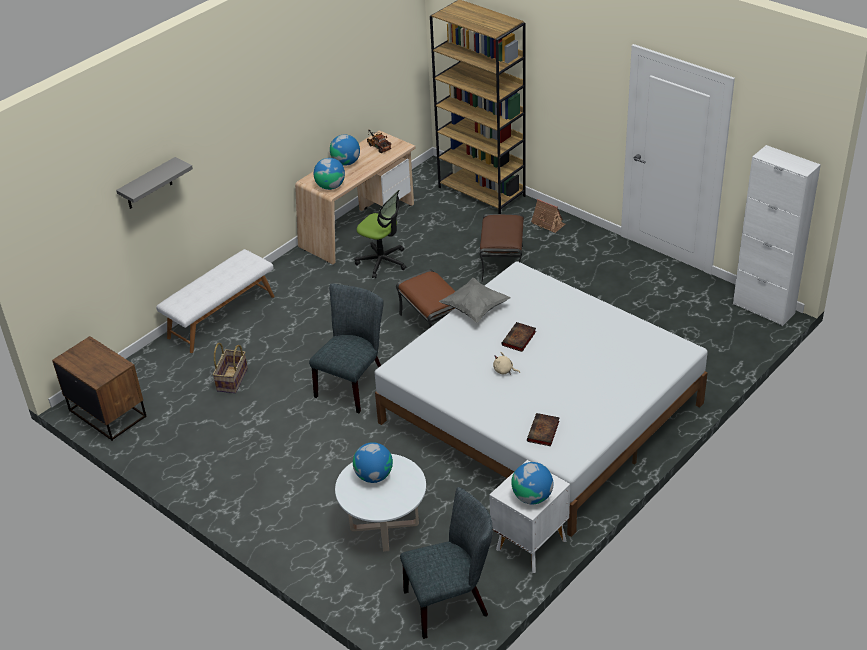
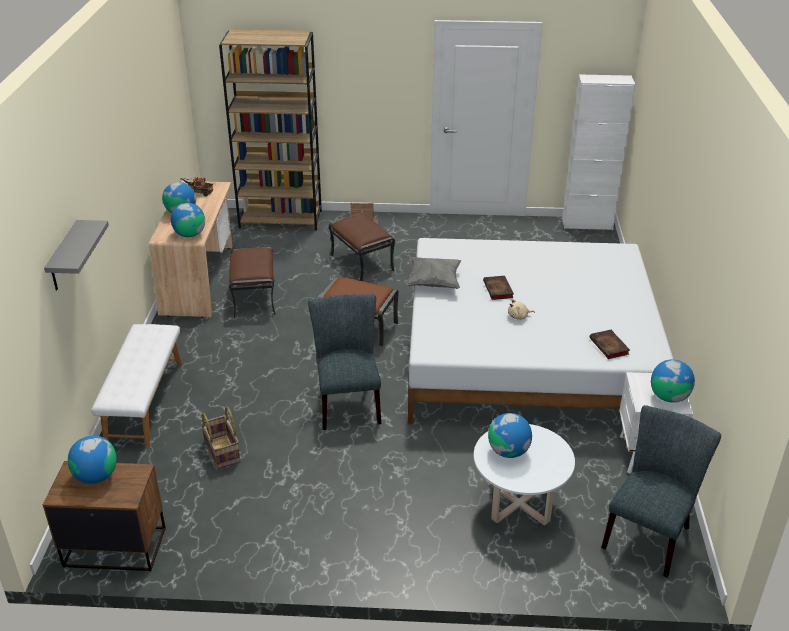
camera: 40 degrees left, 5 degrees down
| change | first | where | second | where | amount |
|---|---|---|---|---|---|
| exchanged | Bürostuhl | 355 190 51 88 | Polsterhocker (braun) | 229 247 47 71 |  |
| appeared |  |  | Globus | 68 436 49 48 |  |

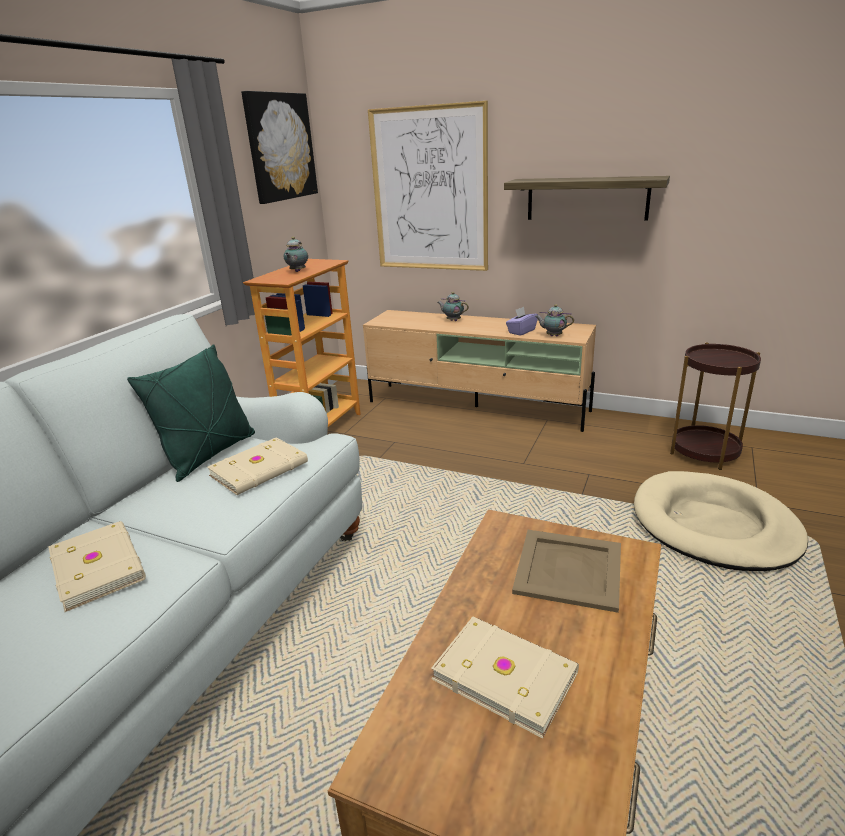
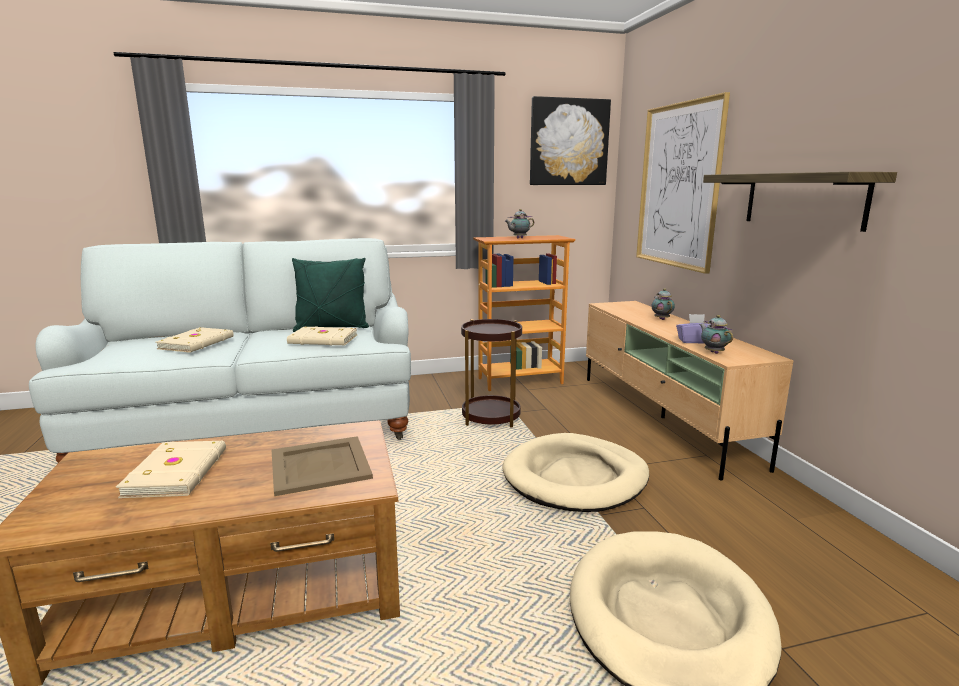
camera: 50 degrees right, 10 degrees down
| change | first | where | second | where | amount |
|---|---|---|---|---|---|
| relocated | Beistelltisch (braun) | 670 342 91 128 |  | 461 319 61 109 |  |
| appeared |  |  | Hundebett (beige) | 503 433 146 79 |  |

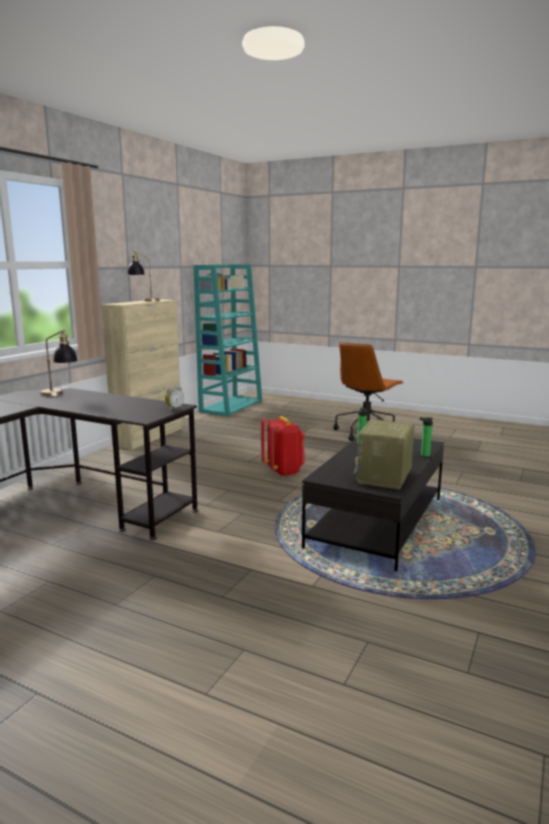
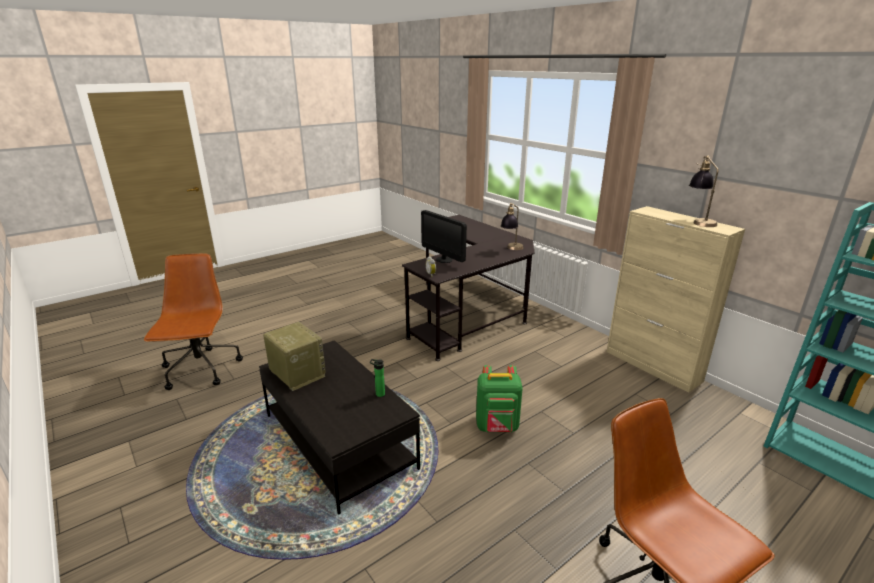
camera: 115 degrees right, 10 degrees up
| change | first | where | second | where | amount |
|---|---|---|---|---|---|
| colour | Rucksack (rot) | 261 416 44 61 | Rucksack (grün) | 476 365 47 67 |  |
| missing | Flasche | 420 417 13 40 |  |  |  |
| appeared |  |  | Monitor | 421 210 46 53 |  |
| appeared |  |  | Bürostuhl (braun) | 144 253 99 137 |  |

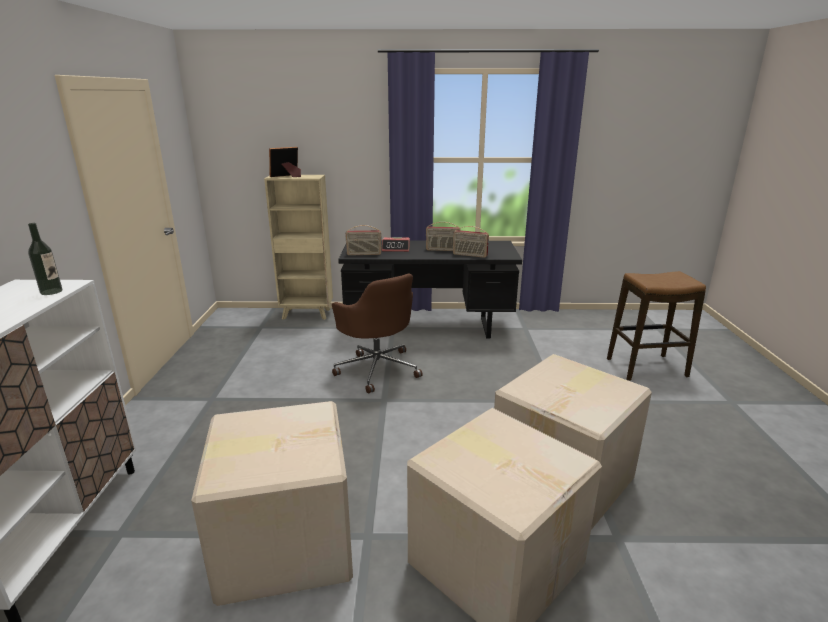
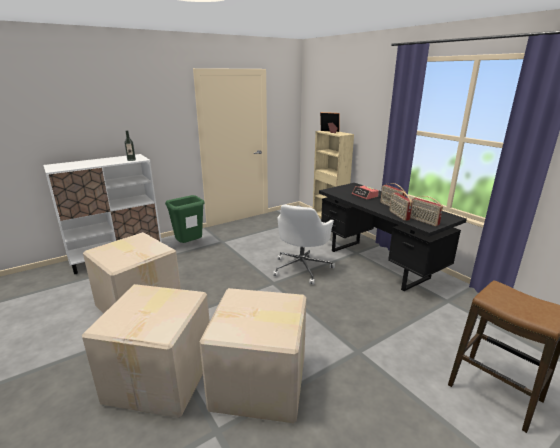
camera: 55 degrees right, 0 degrees up
| change | first | where | second | where | amount |
|---|---|---|---|---|---|
| relocated | Radio | 346 225 36 30 |  | 410 196 33 30 |  |
| colour | Bürostuhl (braun) | 332 274 91 119 | Bürostuhl (weiß) | 273 204 62 81 |  |
| appeared |  |  | Mülleimer (grün) | 165 195 40 48 |  |

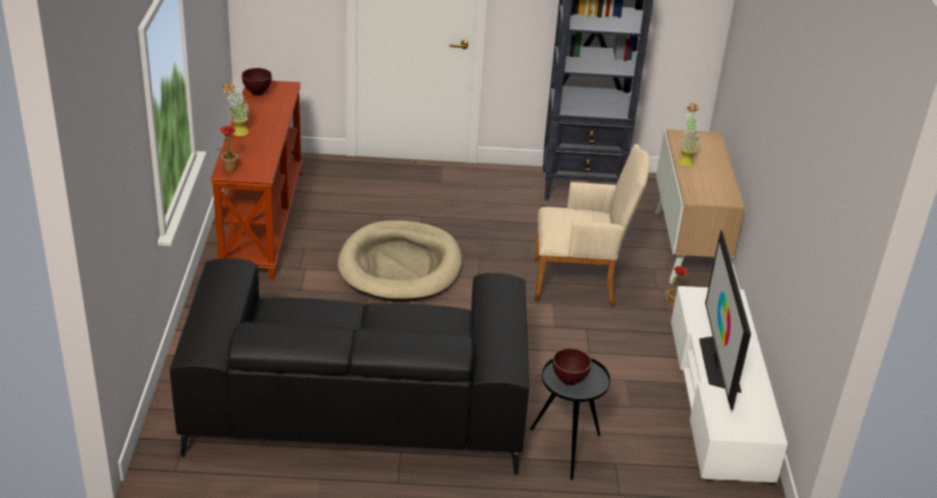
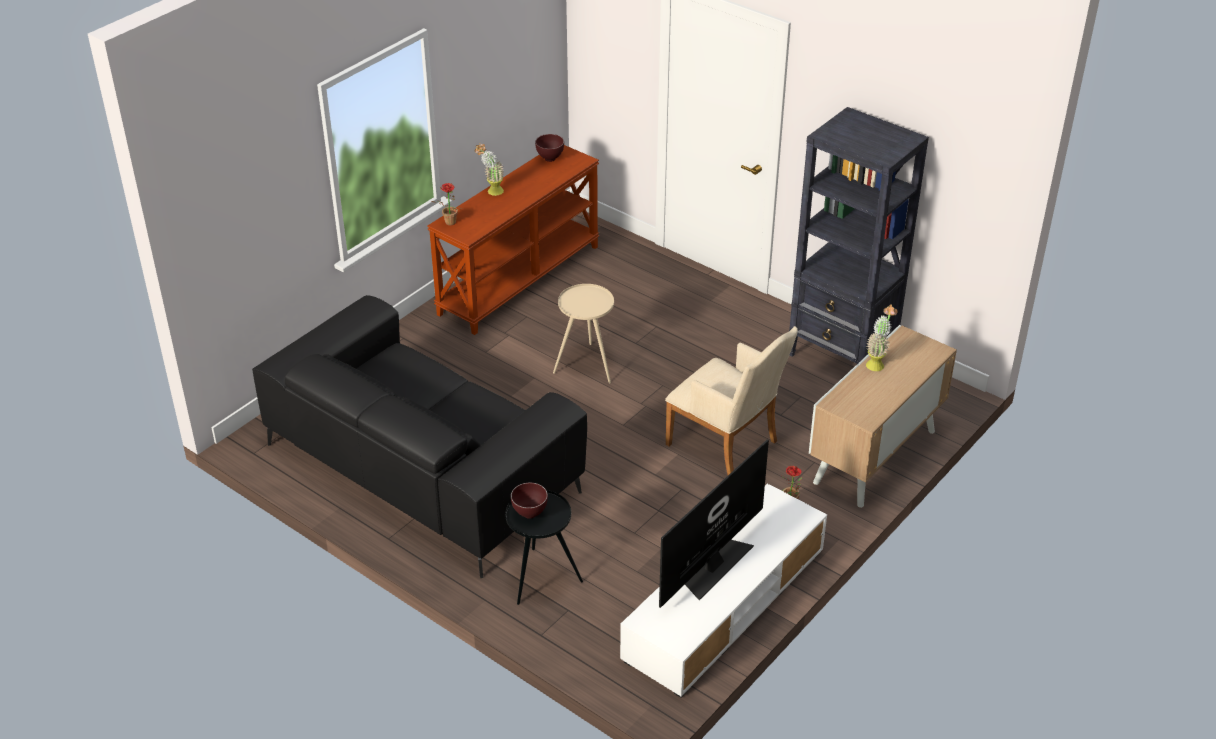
camera: 40 degrees right, 5 degrees up
| change | first | where | second | where | amount |
|---|---|---|---|---|---|
| exchanged | Hundebett (beige) | 338 220 124 82 | Beistelltisch (beige) | 553 284 61 100 |  |

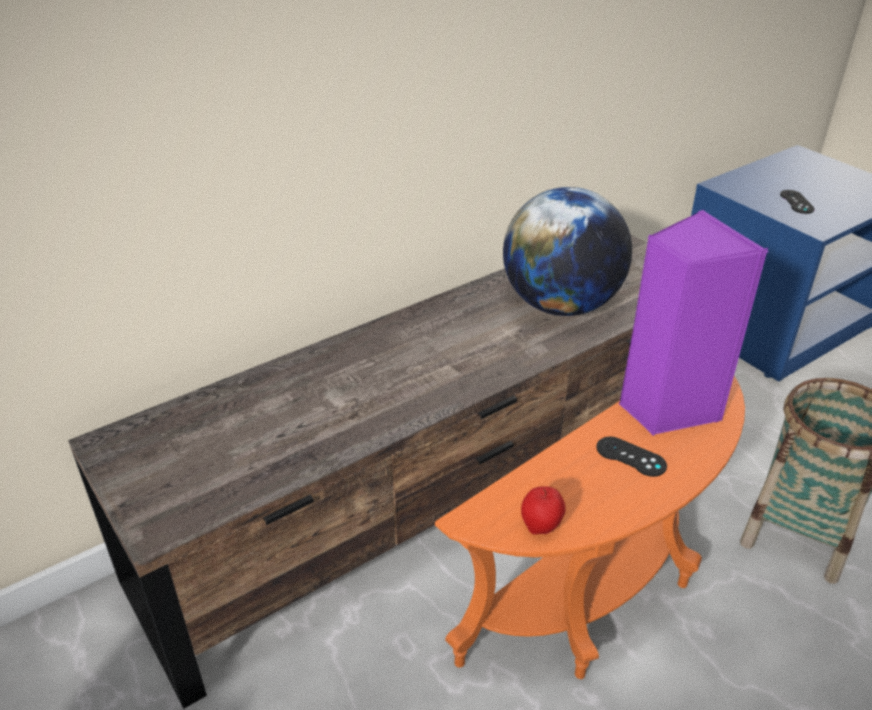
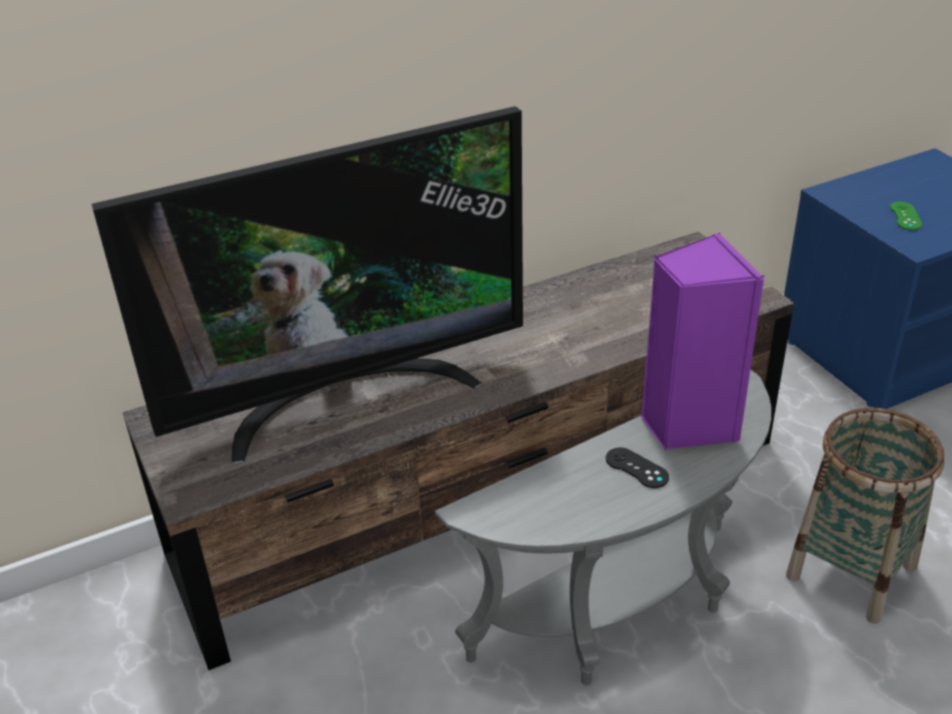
camera: 10 degrees right, 0 degrees up
| change | first | where | second | where | amount |
|---|---|---|---|---|---|
| missing | Globus | 503 187 129 129 |  |  |  |
| colour | Gamepad (schwarz) | 780 190 35 24 | Gamepad (grün) | 890 202 32 28 |  |
| colour | Beistelltisch (orange) | 435 376 310 303 | Beistelltisch (grau) | 435 369 337 317 |  |
| missing | Apfel | 521 486 45 49 |  |  |  |
| appeared |  |  | Fernseher | 92 106 431 357 |  |

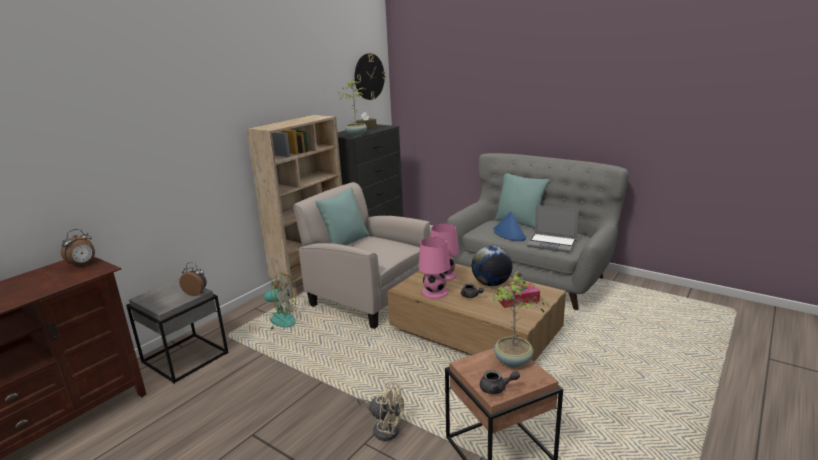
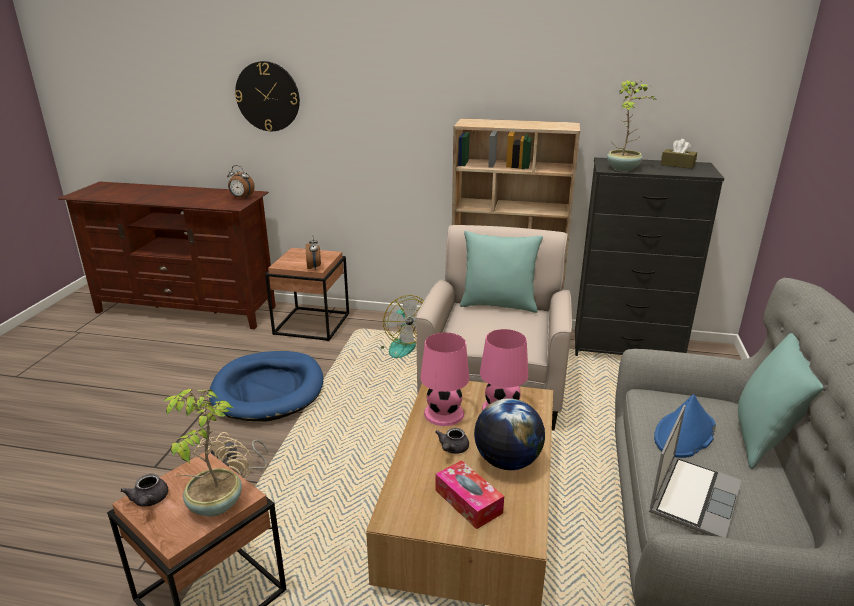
camera: 65 degrees right, 5 degrees up
| change | first | where | second | where | amount |
|---|---|---|---|---|---|
| relocated | Wanduhr | 355 53 31 47 |  | 235 61 65 70 |  |
| spun | Laptop | 527 205 52 48 |  | 649 405 92 133 | 150 degrees counterclockwise |
| colour | Beistelltisch (grau) | 126 279 102 105 | Beistelltisch (braun) | 265 248 84 93 |  |
| appeared |  |  | Hundebett (blau) | 209 351 114 70 |  |

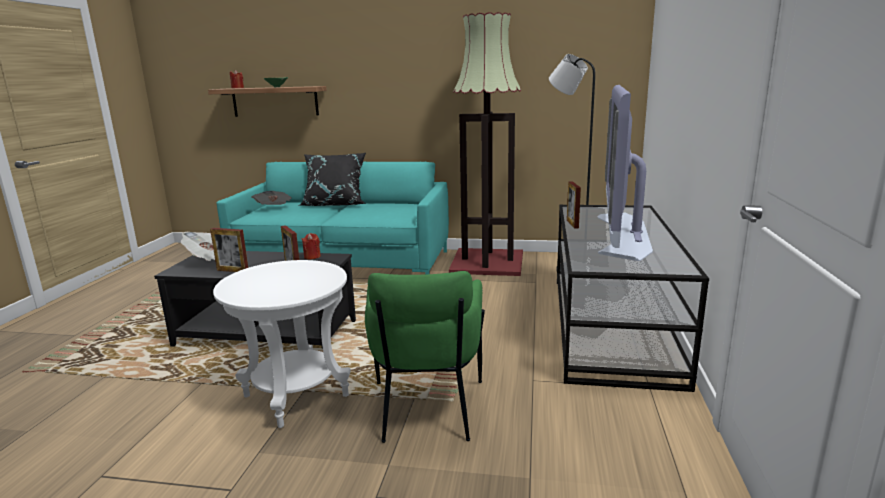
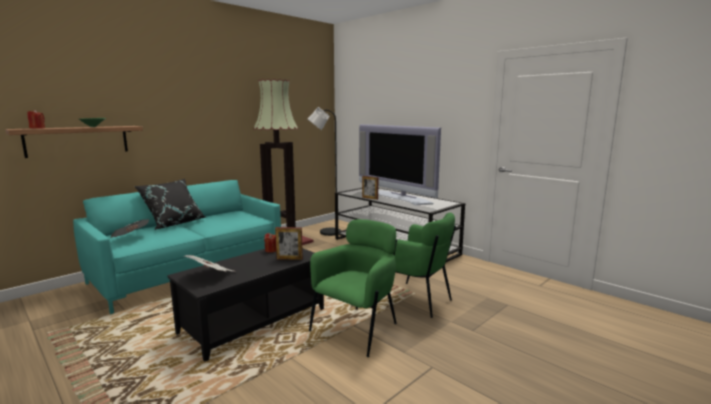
camera: 55 degrees left, 5 degrees down
| change | first | where | second | where | amount |
|---|---|---|---|---|---|
| missing | Bilderrahmen | 210 228 38 44 |  |  |  |
| exchanged | Beistelltisch (weiß) | 213 260 138 168 | Sessel (grün) | 309 219 88 138 |  |

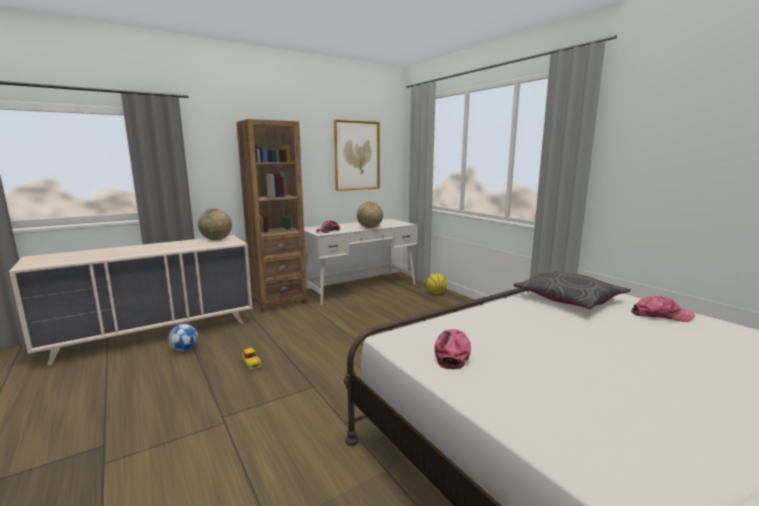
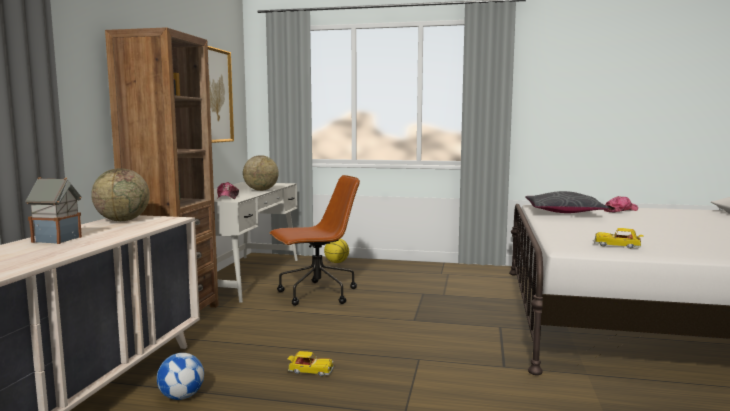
camera: 45 degrees left, 5 degrees down
| change | first | where | second | where | amount |
|---|---|---|---|---|---|
| exchanged | Kappe | 435 329 36 40 | Spielzeugauto | 594 228 50 21 |  |
| appeared |  |  | Bürostuhl (braun) | 270 175 90 131 |  |
| appeared |  |  | Spielzeughaus | 25 177 57 67 |  |

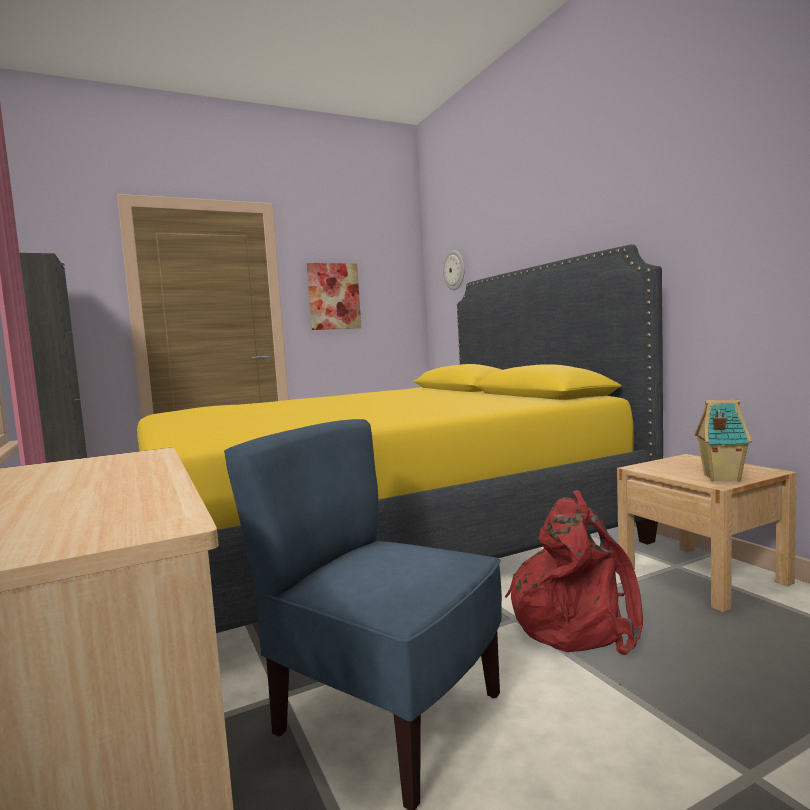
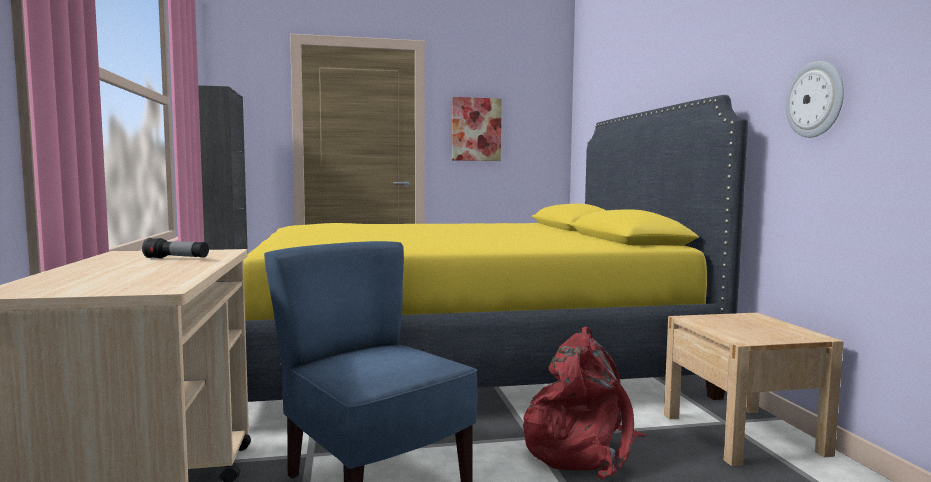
camera: 15 degrees right, 0 degrees up
| change | first | where | second | where | amount |
|---|---|---|---|---|---|
| relocated | Wanduhr | 443 250 21 40 |  | 786 61 58 77 |  |
| missing | Spielzeughaus | 695 399 57 83 |  |  |  |
| appeared |  |  | Taschenlampe | 142 238 67 20 |  |

